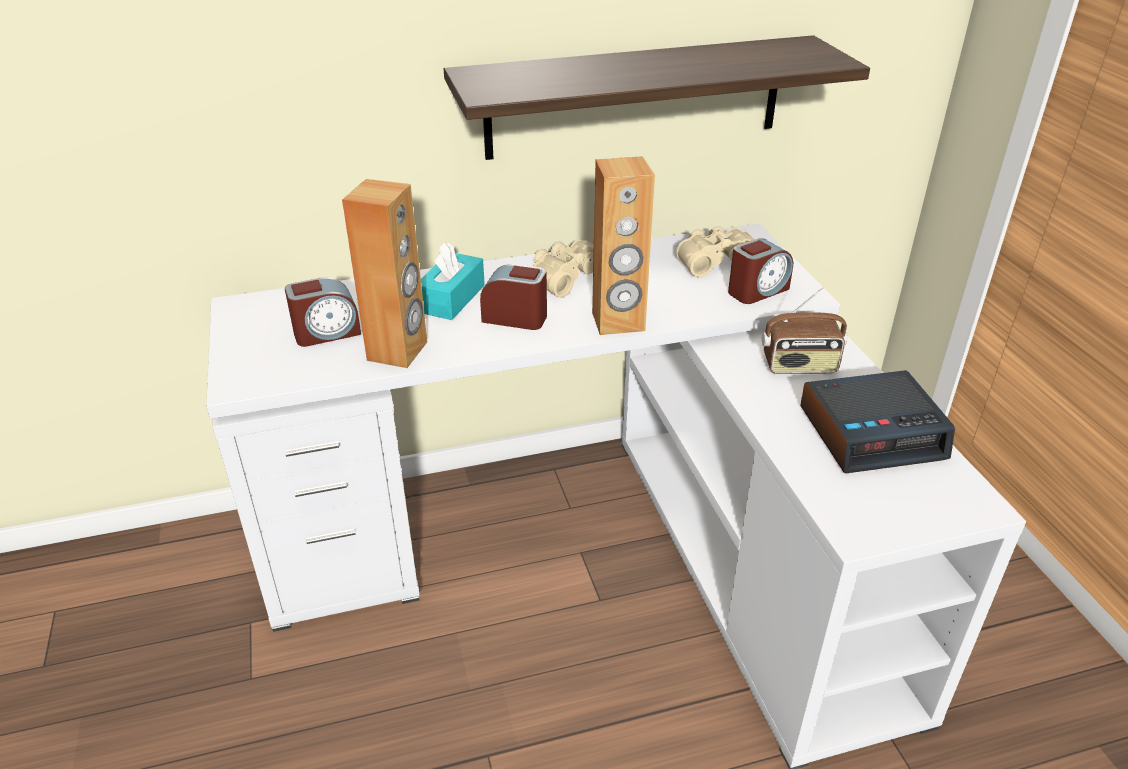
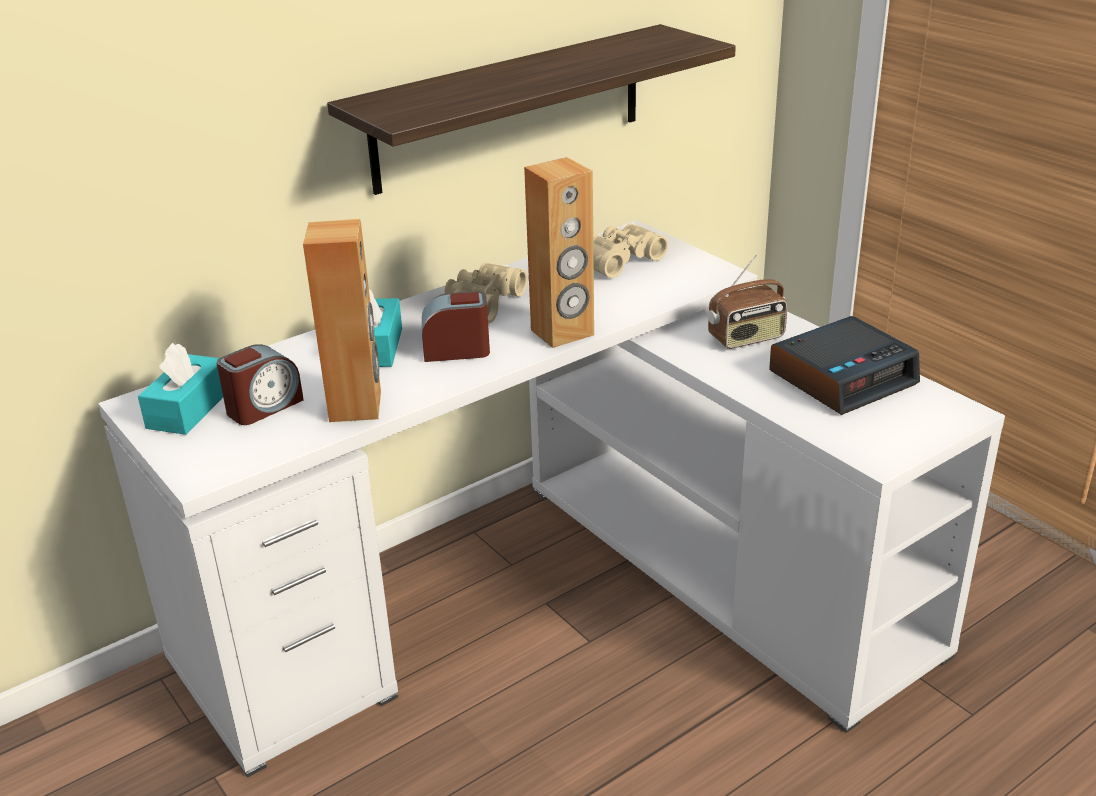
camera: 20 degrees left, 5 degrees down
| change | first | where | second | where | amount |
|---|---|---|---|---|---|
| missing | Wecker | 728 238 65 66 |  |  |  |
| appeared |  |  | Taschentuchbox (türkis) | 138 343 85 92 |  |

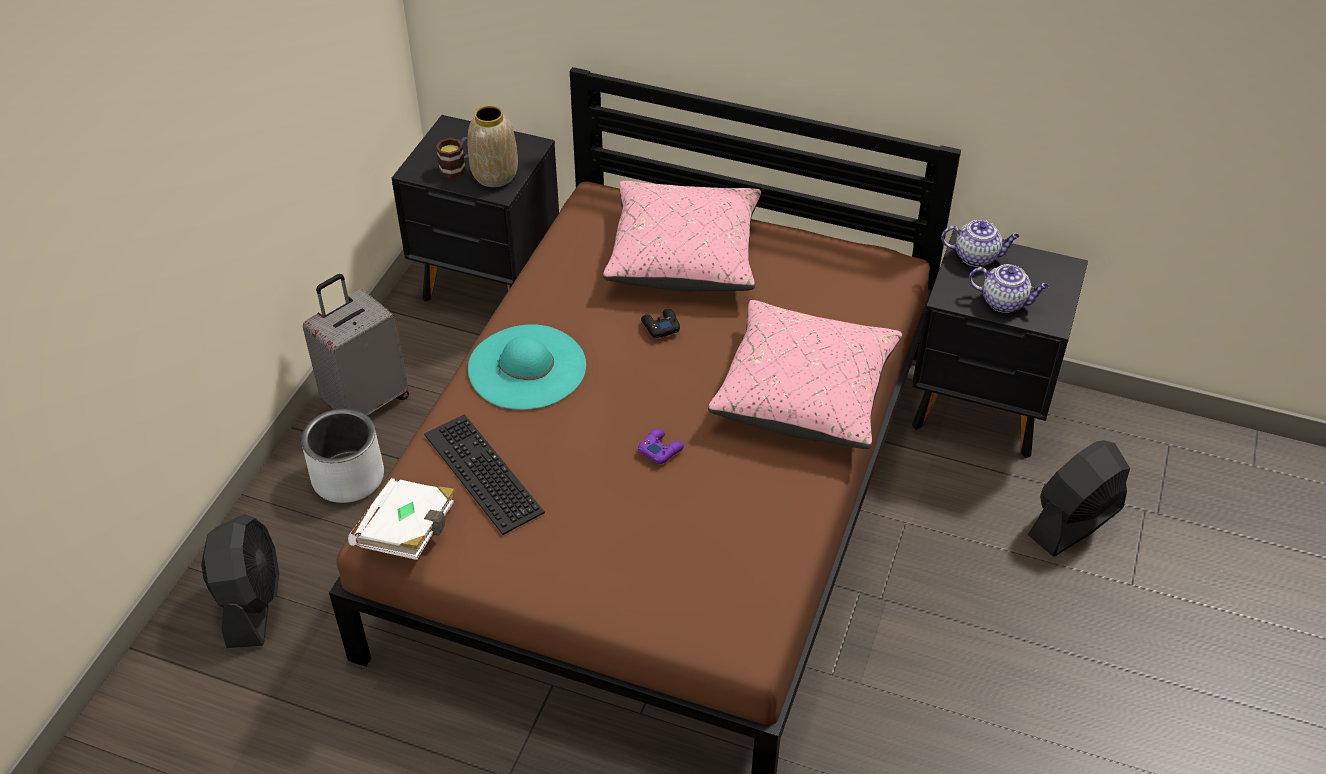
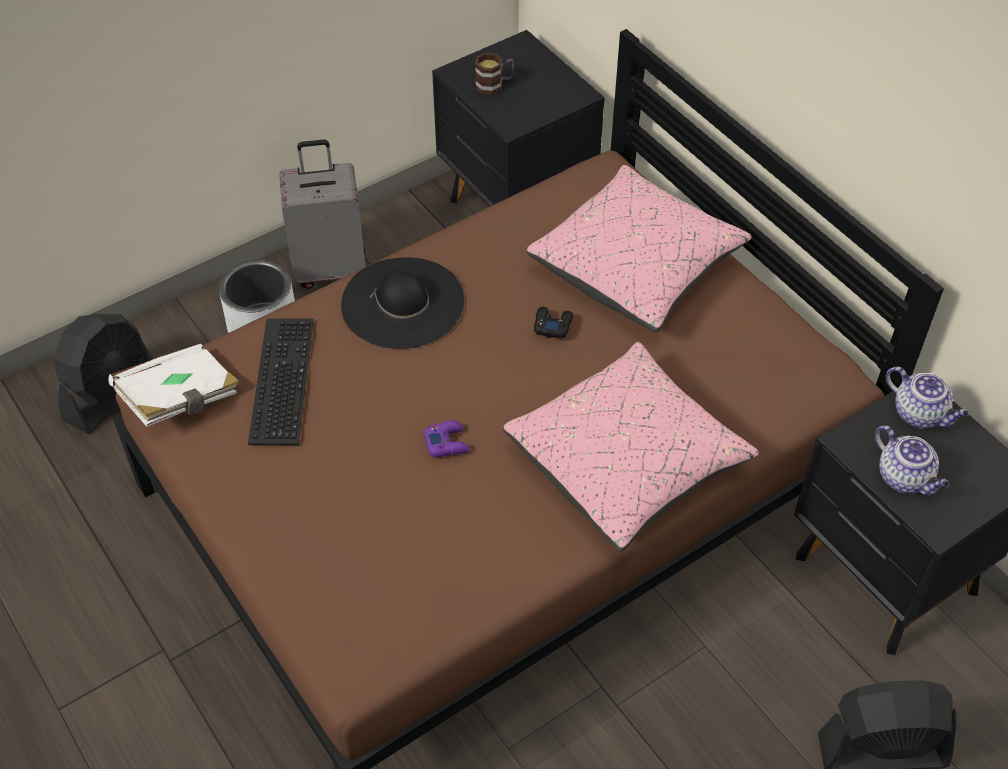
camera: 35 degrees right, 5 degrees up
| change | first | where | second | where | amount |
|---|---|---|---|---|---|
| missing | Vase | 467 105 51 82 |  |  |  |
| colour | Hut (türkis) | 468 324 118 85 | Hut (schwarz) | 341 257 123 92 |  |

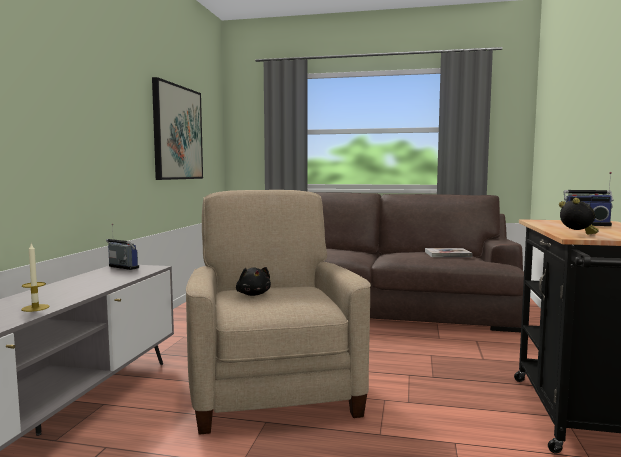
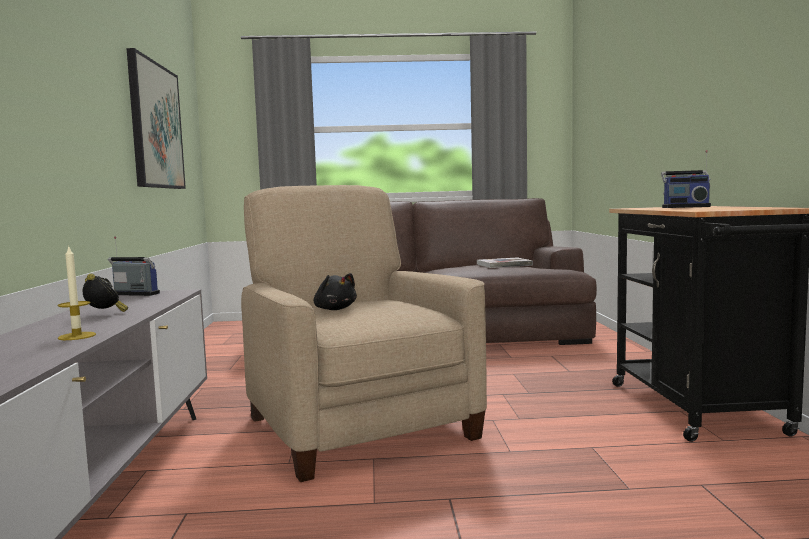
camera: 15 degrees left, 0 degrees up
| change | first | where | second | where | amount |
|---|---|---|---|---|---|
| relocated | Wecker | 559 198 40 36 |  | 83 273 45 39 |  |

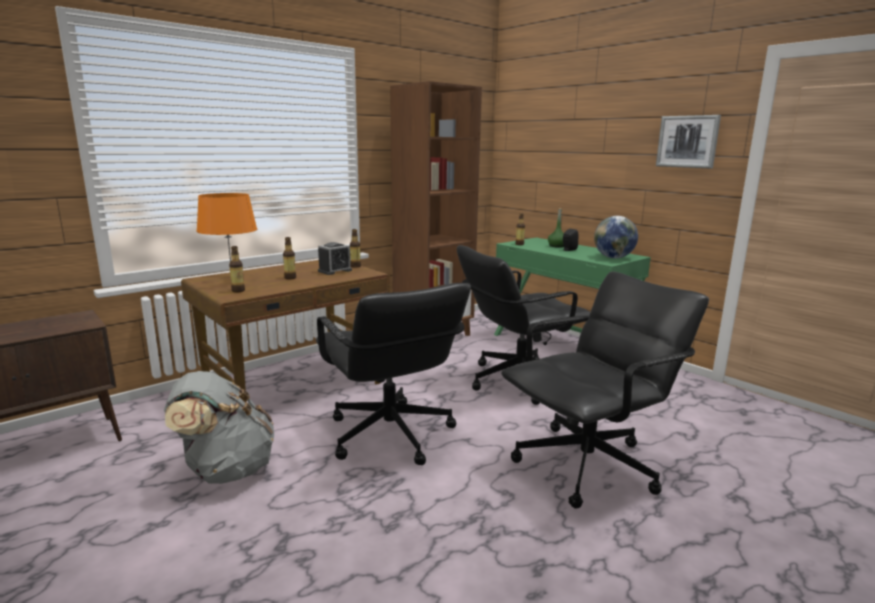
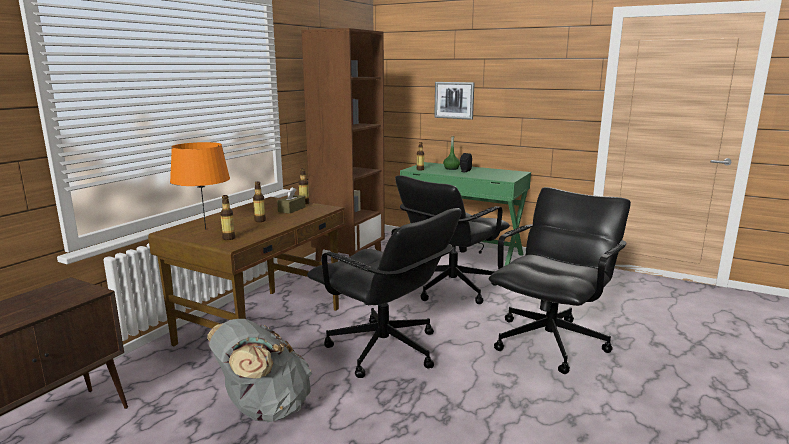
camera: 20 degrees left, 0 degrees up
| change | first | where | second | where | amount |
|---|---|---|---|---|---|
| relocated | Bild | 656 115 65 53 |  | 434 82 41 38 |  |
| missing | Globus | 594 216 44 42 |  |  |  |
| exchanged | Wecker | 318 242 34 33 | Taschentuchbox (braun) | 277 187 29 27 |  |

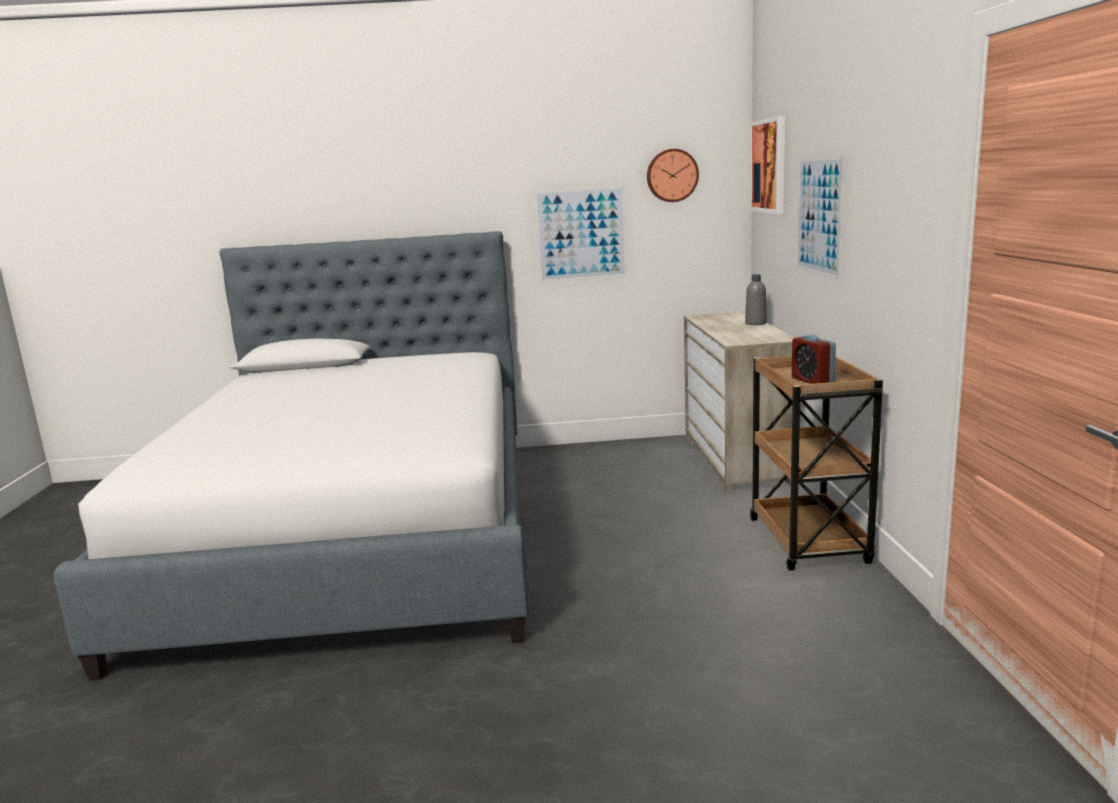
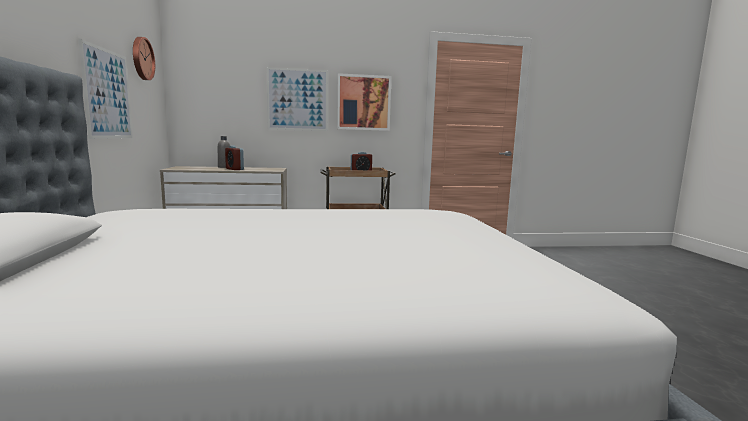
camera: 95 degrees left, 5 degrees down
| change | first | where | second | where | amount |
|---|---|---|---|---|---|
| relocated | Bild | 749 116 36 98 |  | 337 73 54 58 |  |
| appeared |  |  | Wecker | 225 146 19 24 |  |

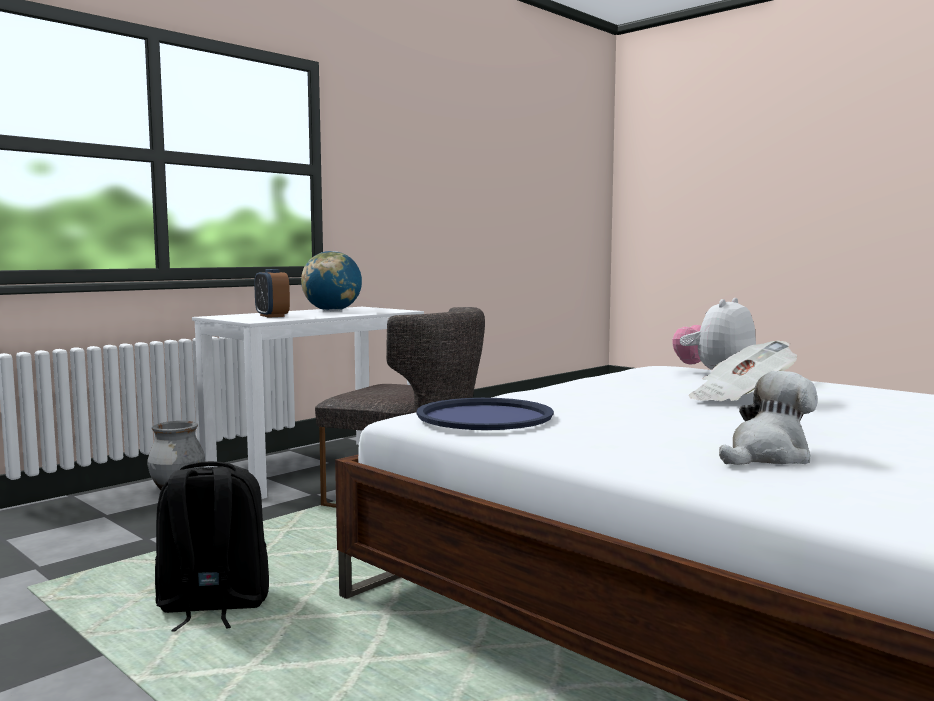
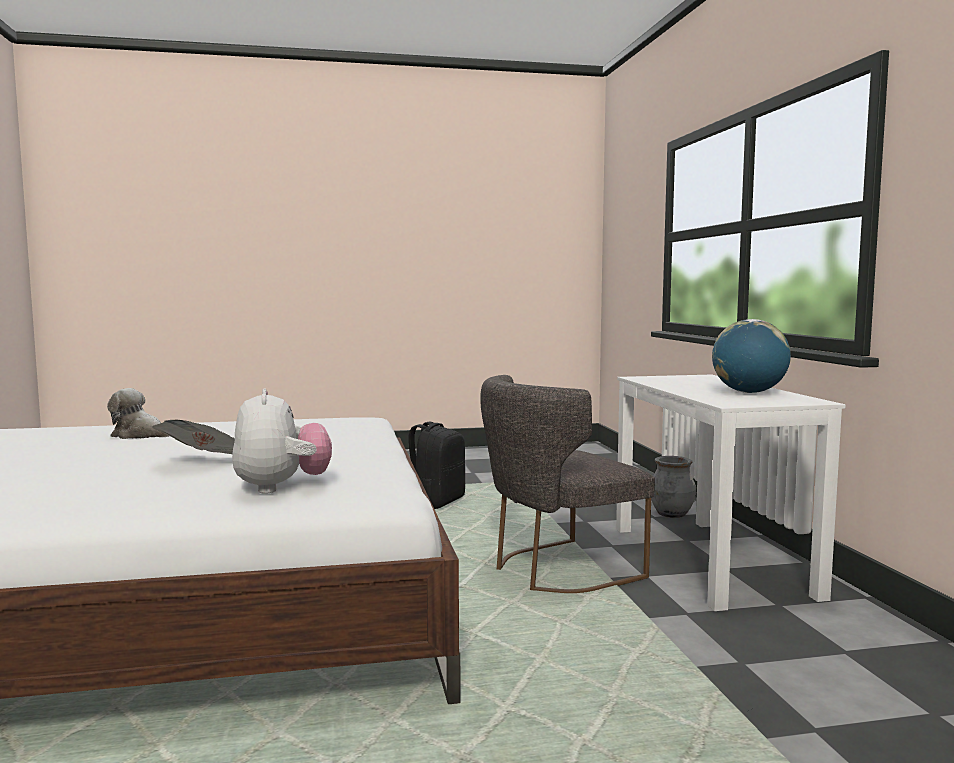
camera: 125 degrees right, 0 degrees up
| change | first | where | second | where | amount |
|---|---|---|---|---|---|
| missing | Wecker | 254 269 36 49 |  |  |  |
| spun | Plüschtier | 719 371 99 94 |  | 107 388 62 51 | 105 degrees clockwise |
| missing | Tablett (blau) | 416 398 138 32 |  |  |  |

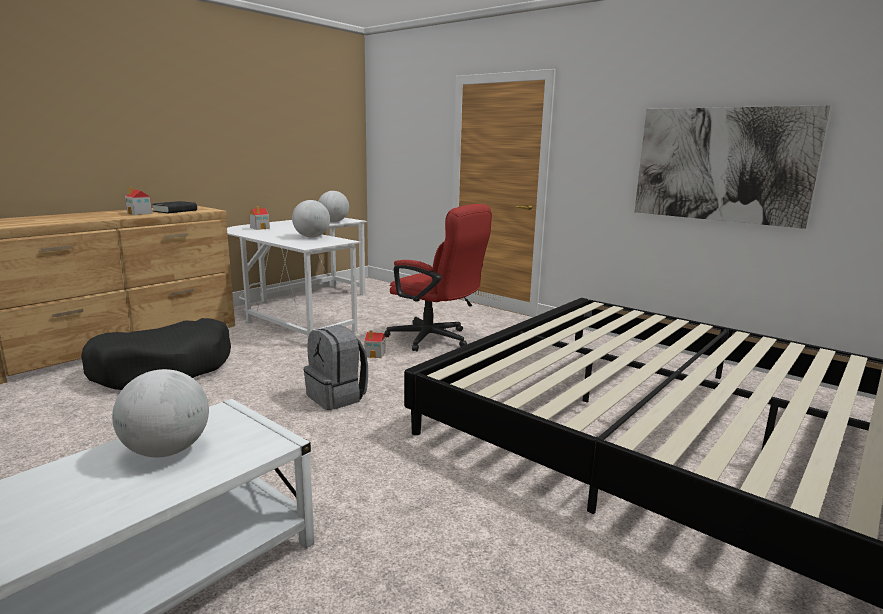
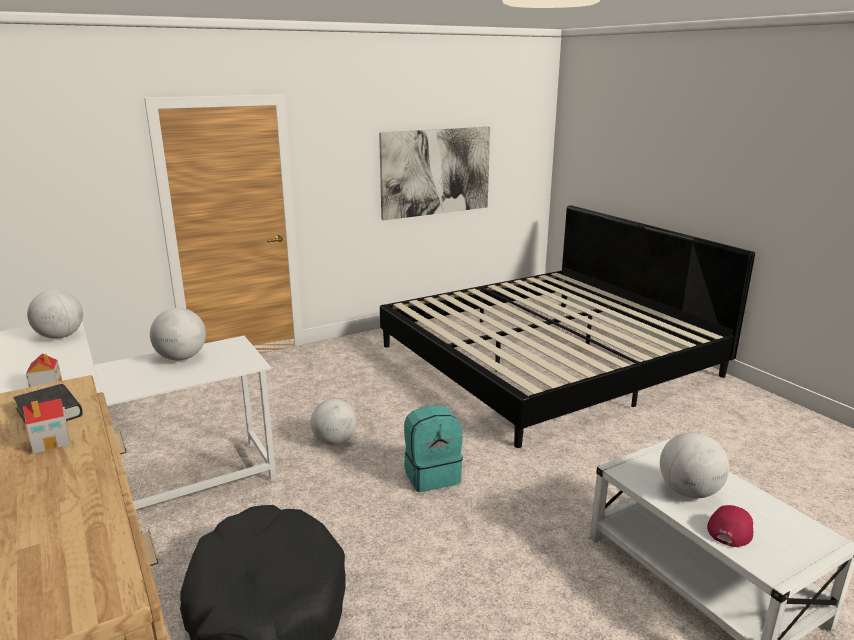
camera: 70 degrees left, 5 degrees up
| change | first | where | second | where | amount |
|---|---|---|---|---|---|
| missing | Bürostuhl (rot) | 384 204 108 147 |  |  |  |
| colour | Rucksack (grau) | 304 325 64 85 | Rucksack (türkis) | 404 405 59 87 |  |
| exchanged | Spielzeughaus | 364 330 22 28 | Globus | 311 399 46 46 |  |
| appeared |  |  | Kappe (rot) | 707 505 46 42 |  |

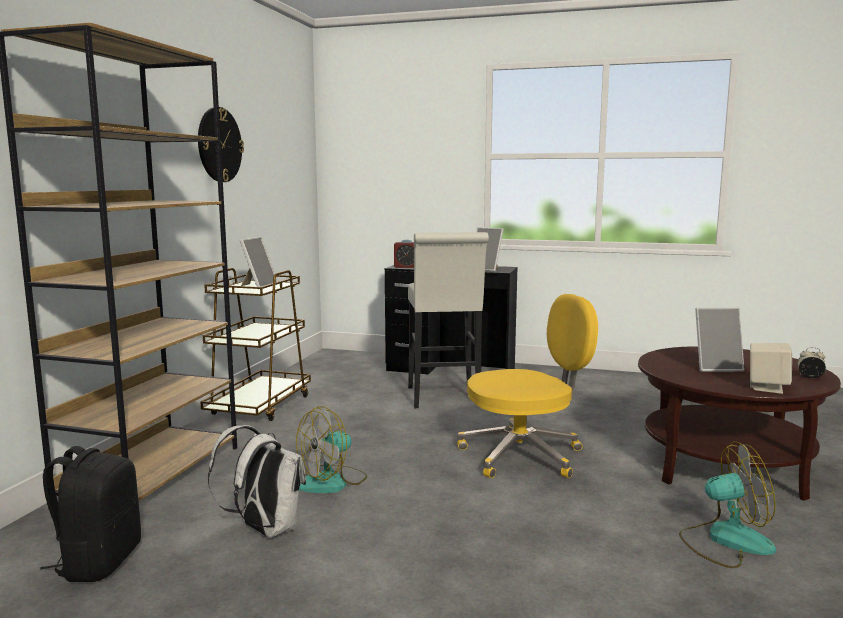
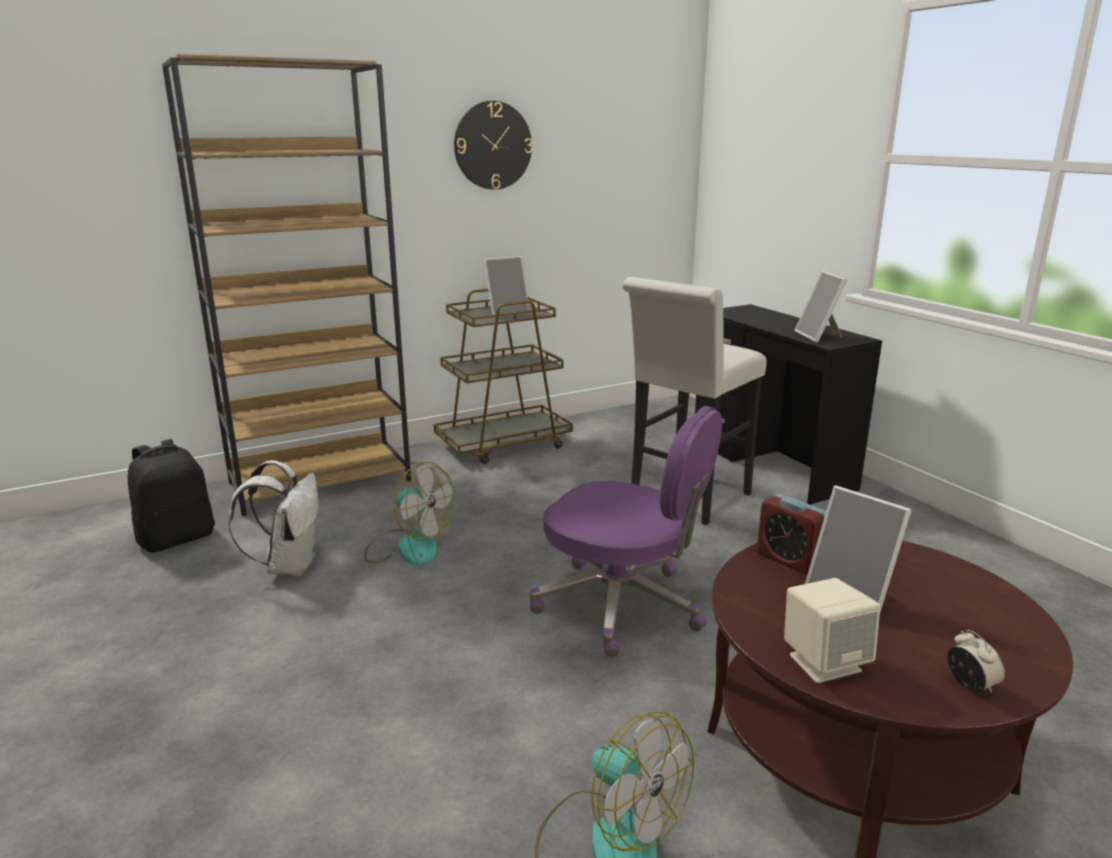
camera: 45 degrees right, 10 degrees up
| change | first | where | second | where | amount |
|---|---|---|---|---|---|
| relocated | Wecker | 394 240 20 28 |  | 757 494 69 80 |  |
| colour | Bürostuhl (gelb) | 457 294 141 184 | Bürostuhl (lila) | 529 406 193 251 |  |
| spun | Ventilator | 296 406 71 87 |  | 364 462 91 103 | 150 degrees counterclockwise |

